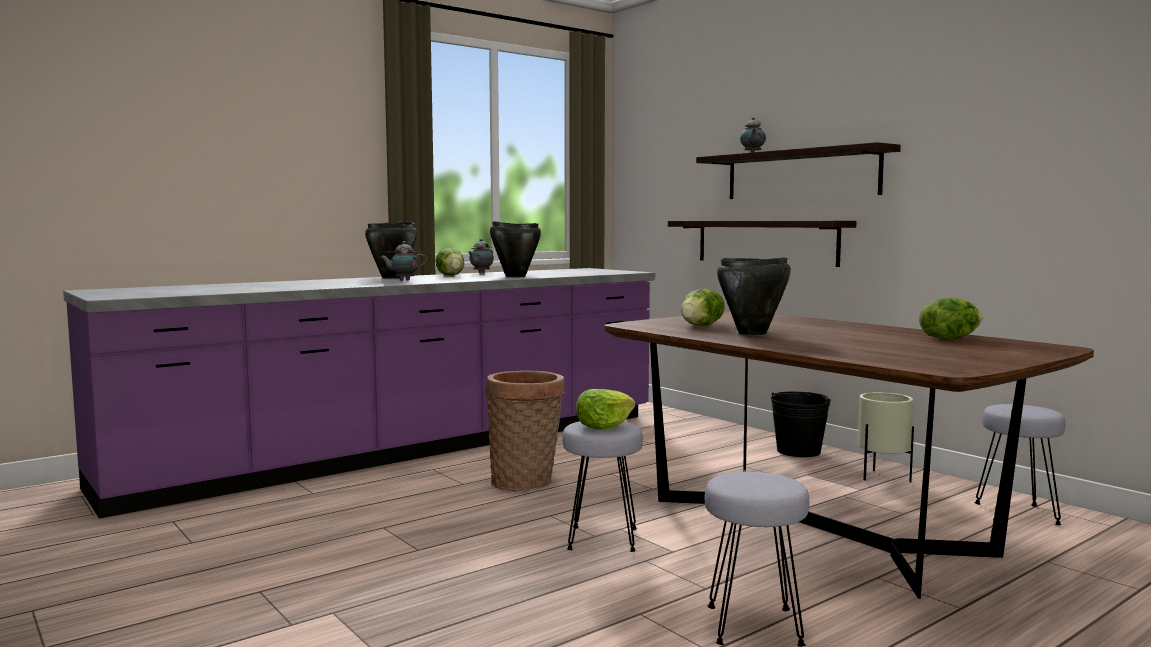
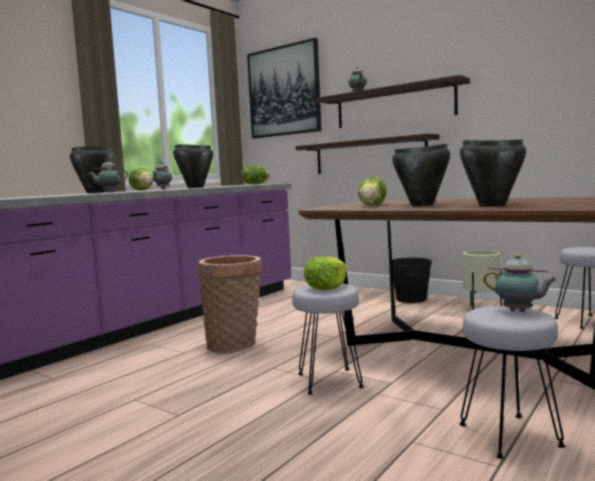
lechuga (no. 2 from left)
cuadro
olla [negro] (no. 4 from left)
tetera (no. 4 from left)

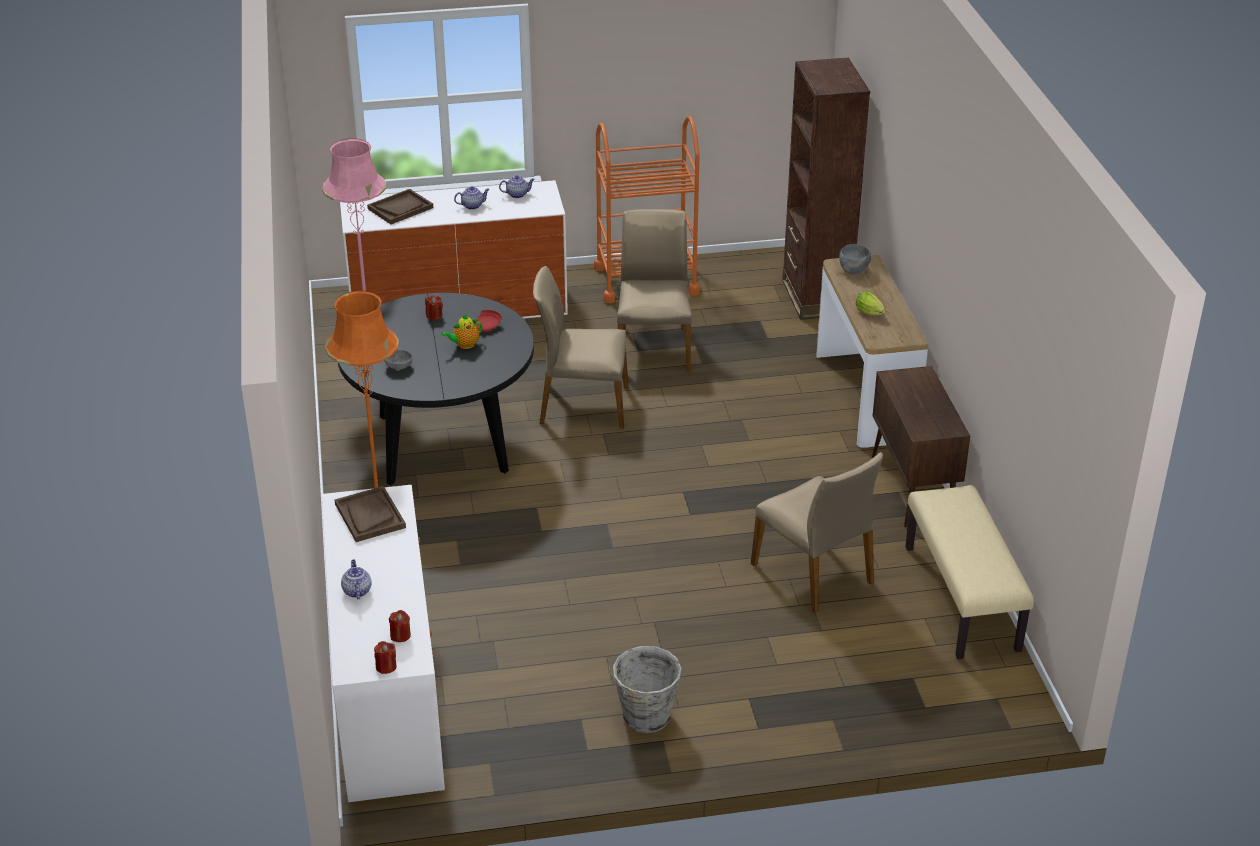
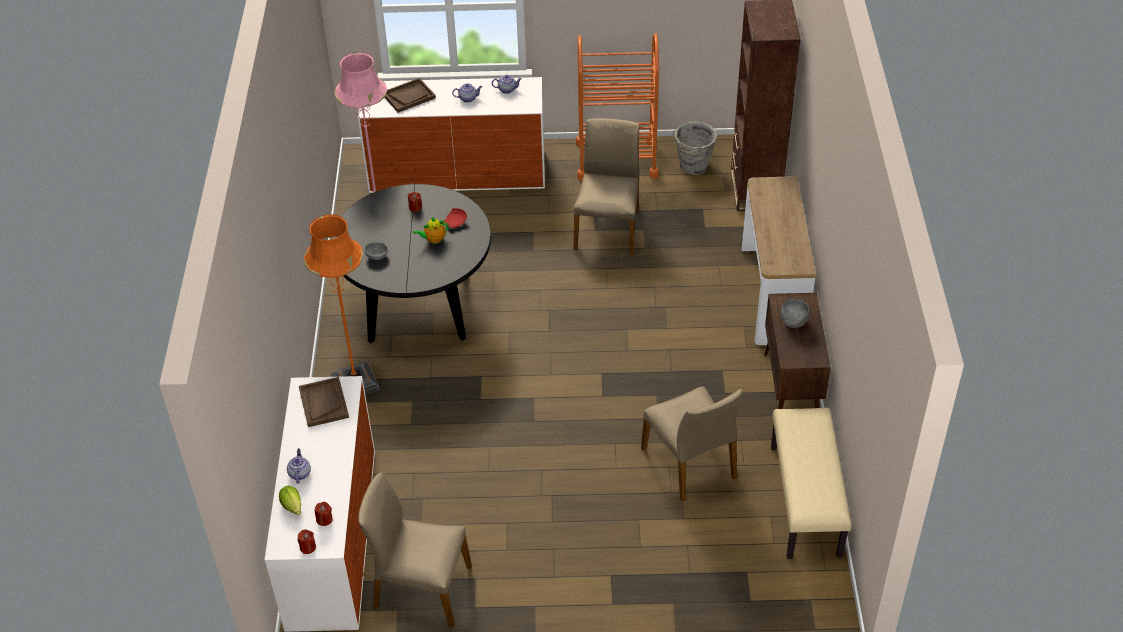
cuenco [gris] (no. 2 from left)
silla [beis] (no. 1 from left)
lechuga
cubo [gris]

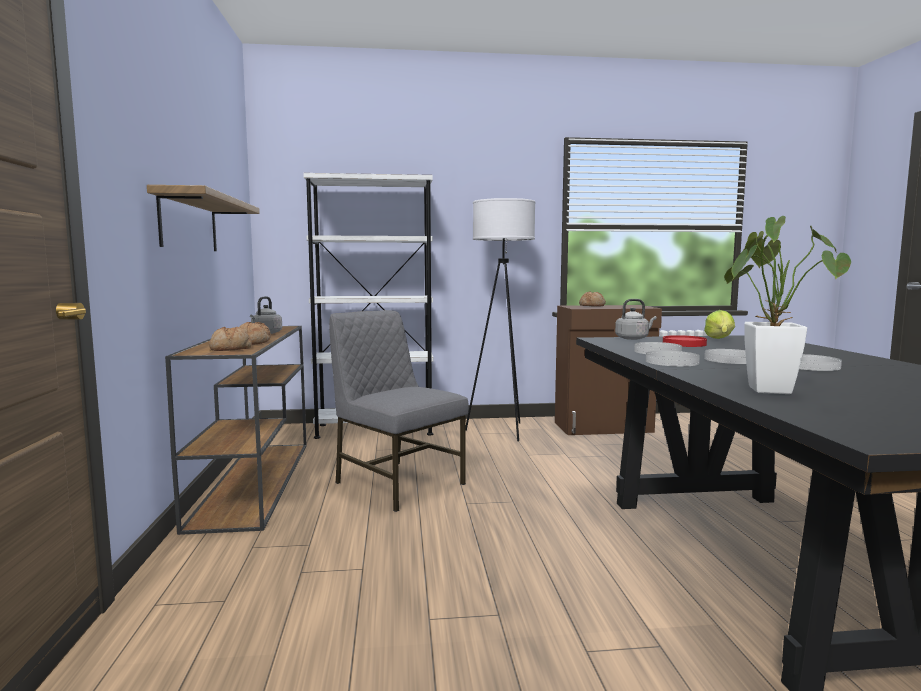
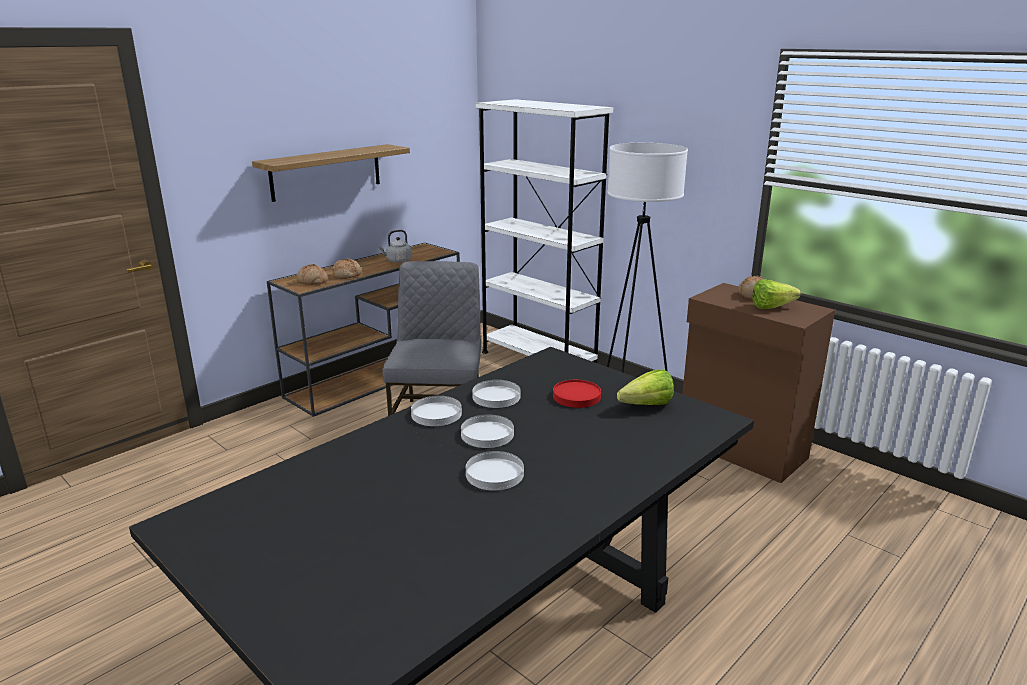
planta en maceta
hervidor [gris] (no. 2 from left in the first image)
lechuga (no. 2 from left)

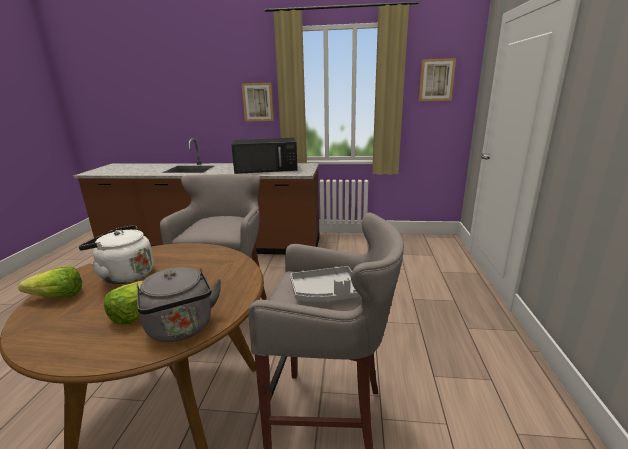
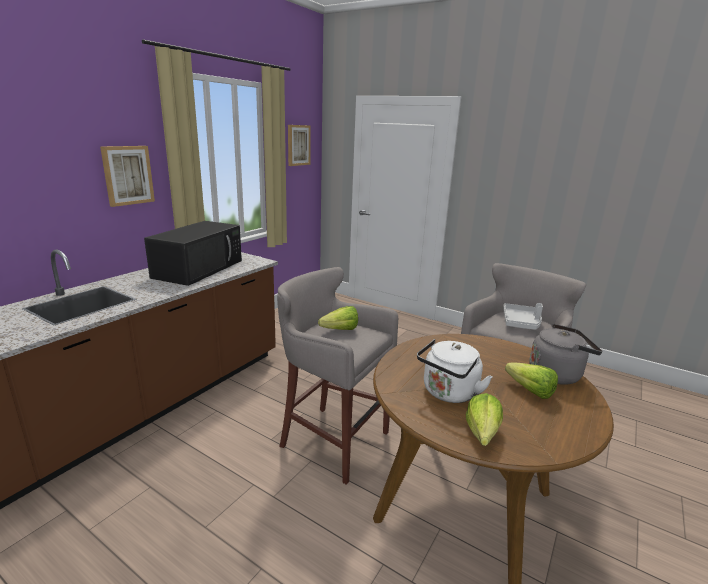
lechuga (no. 1 from left)

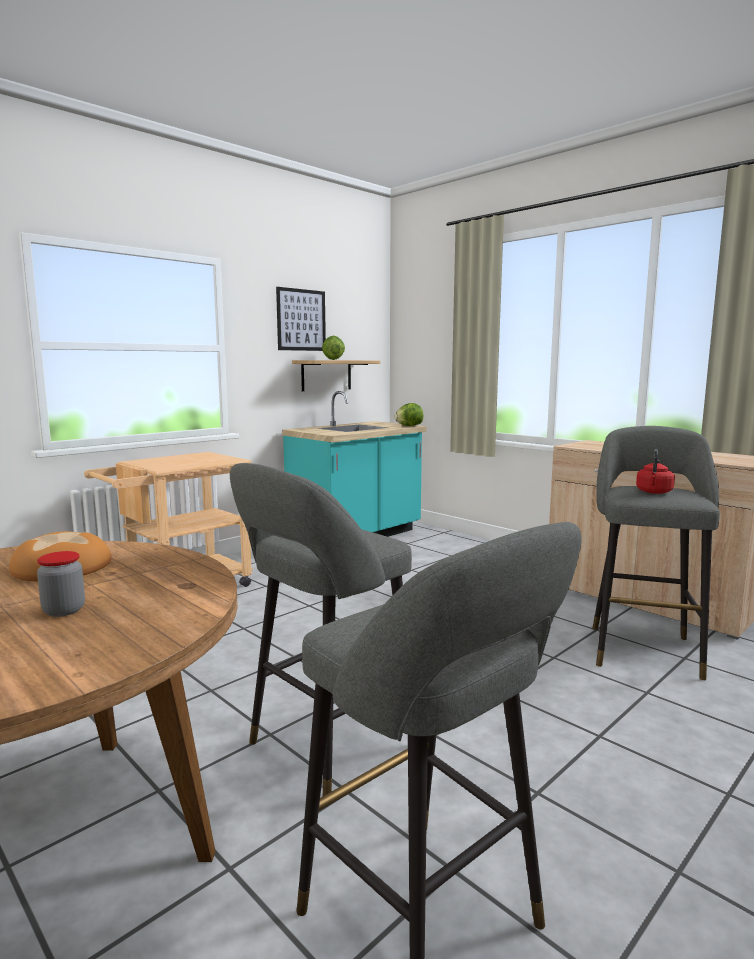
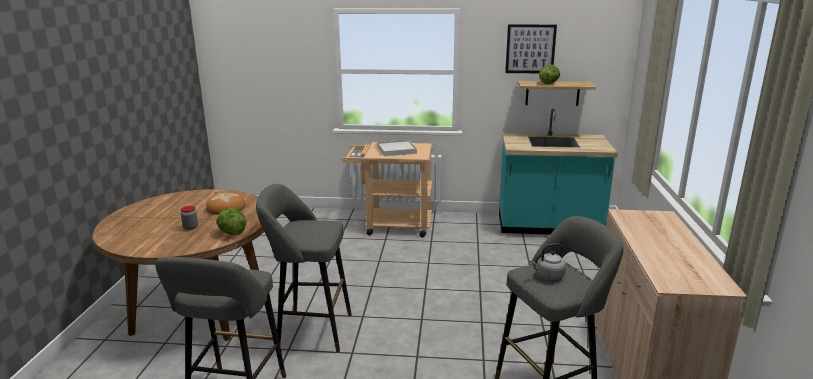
lechuga (no. 1 from left)
hervidor [gris]
bandeja [blanco]

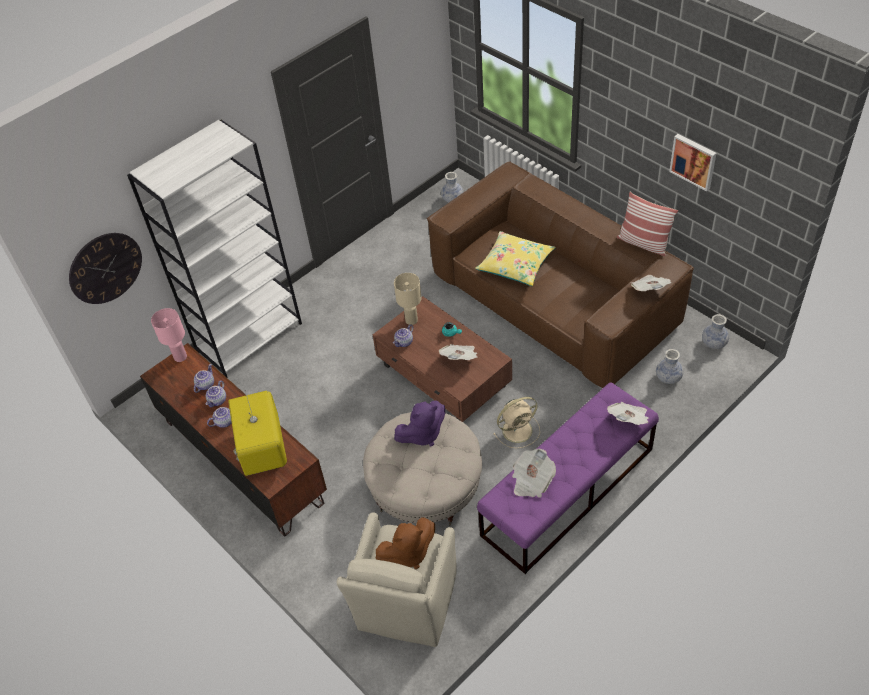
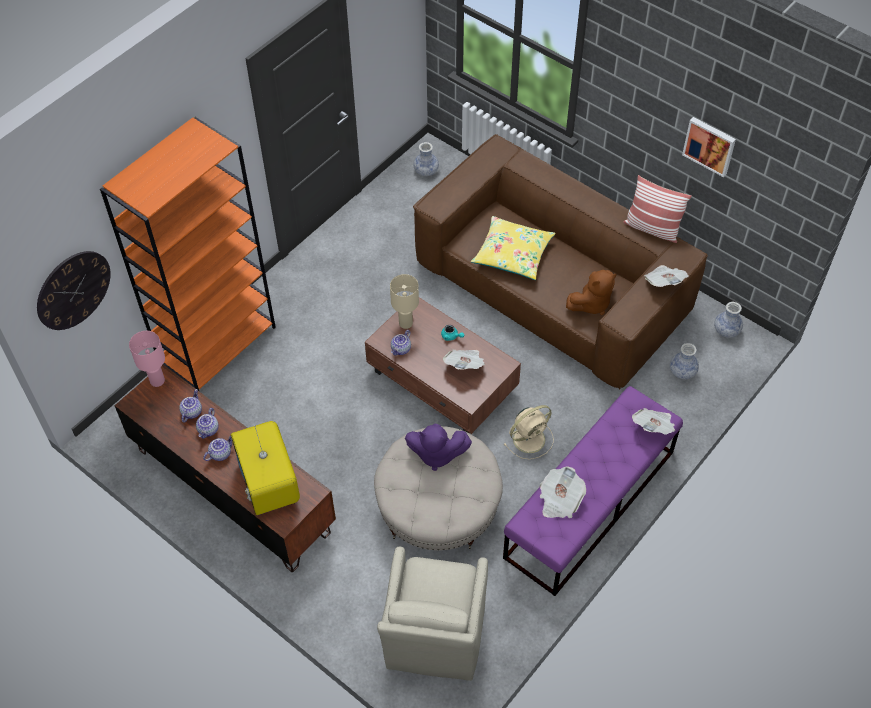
estantería [naranja]
peluche [morado]
peluche [marrón]

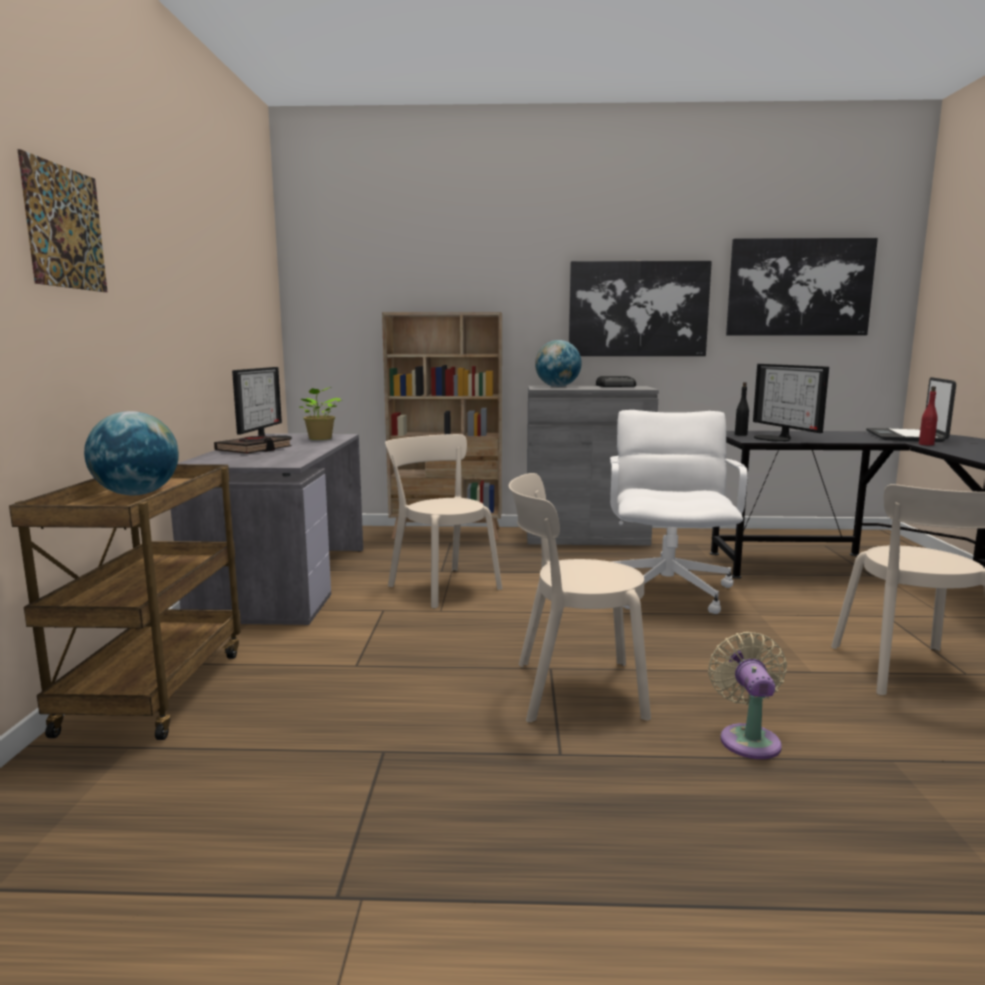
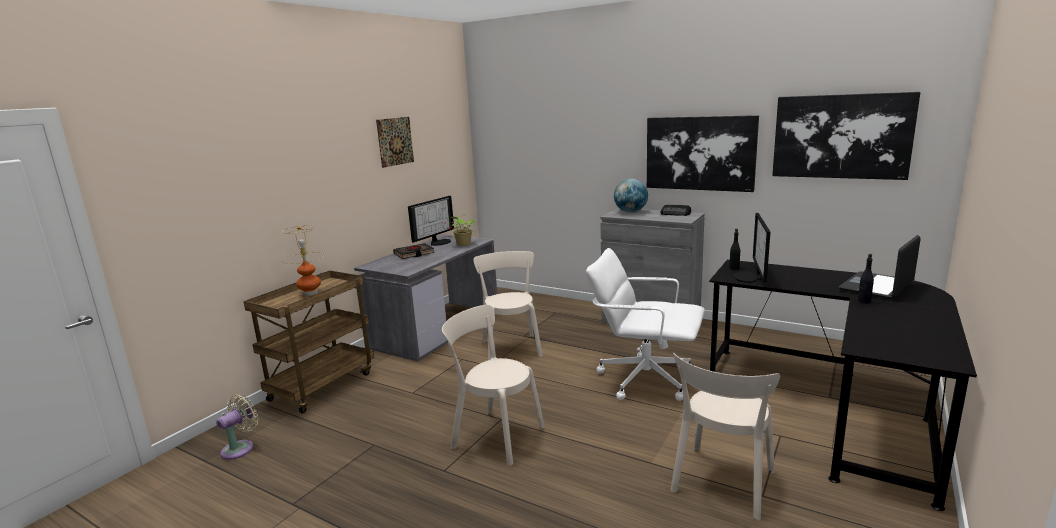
cuadro (no. 1 from left)
estantería [beis]
botella [negro] (no. 2 from left)
silla de oficina [blanco]
lámpara de mesa
ventilador [beis]

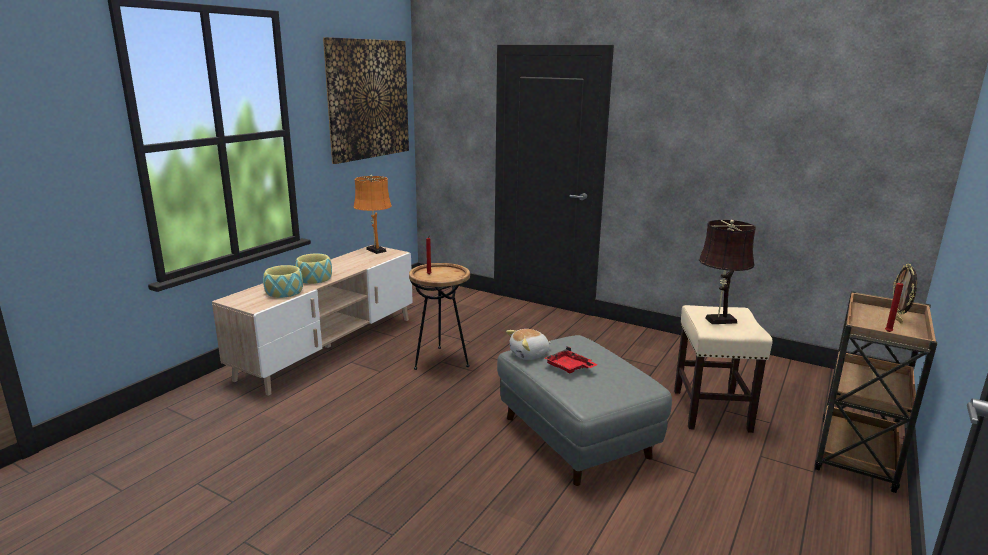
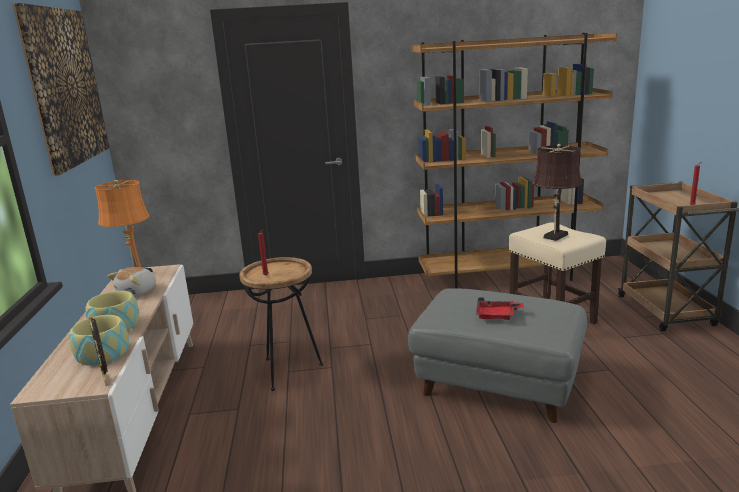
portarretratos
peluche
estantería [marrón]

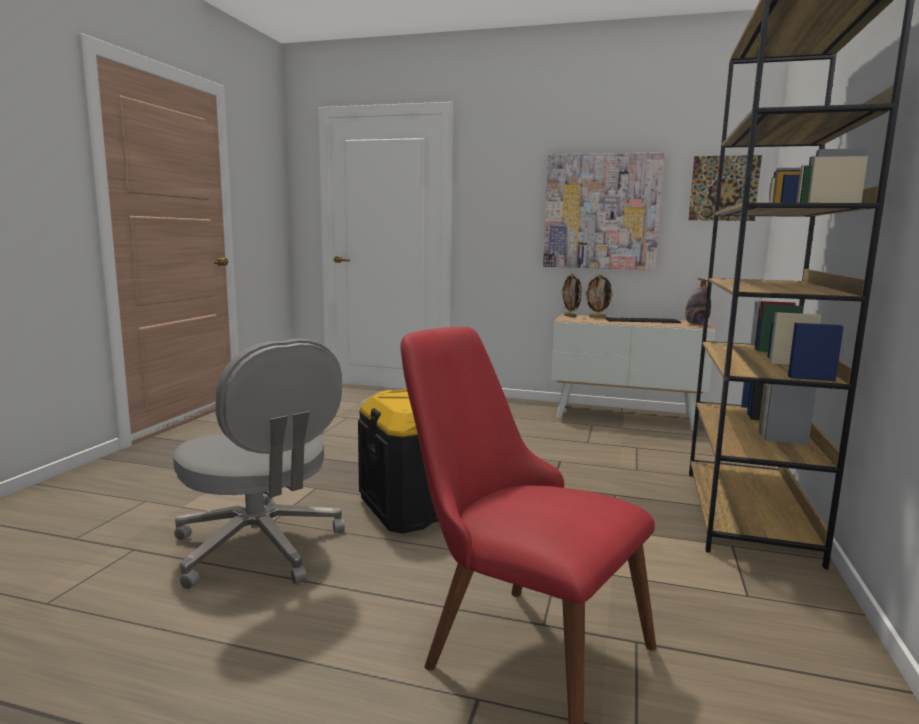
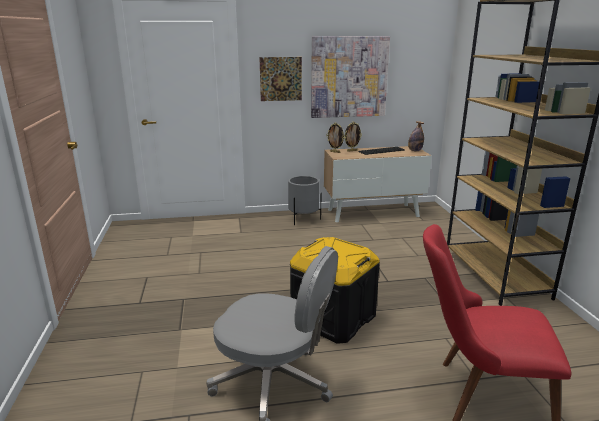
cuadro (no. 1 from left)
maceta [gris]

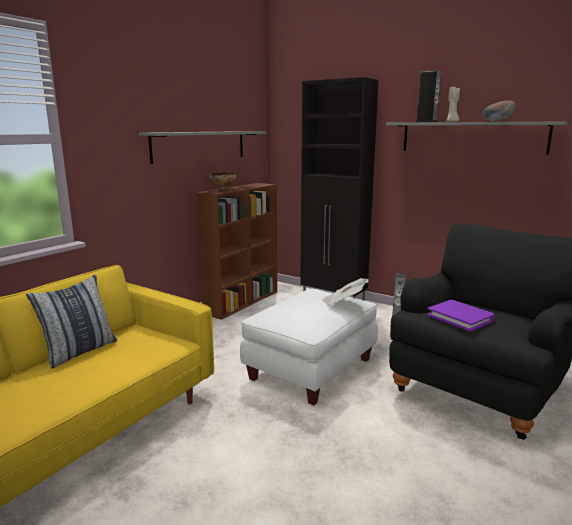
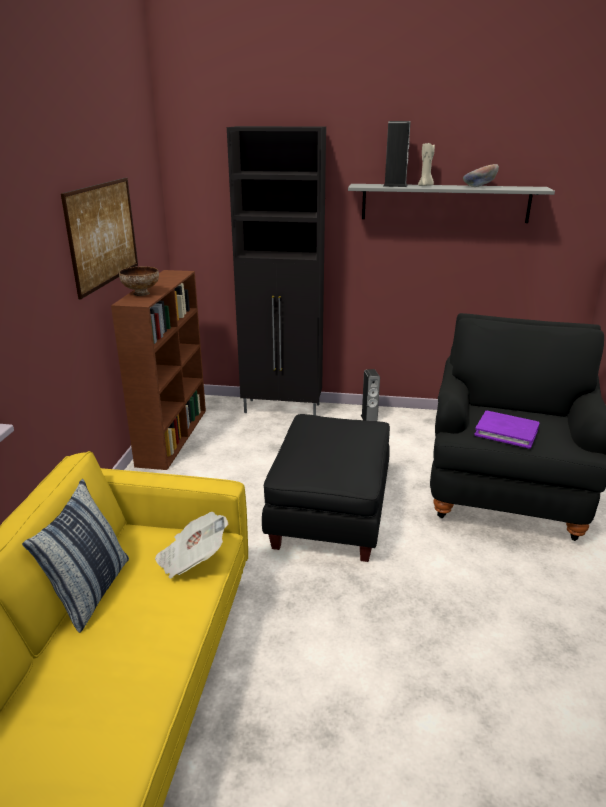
cuadro
periódico
puf [negro]

